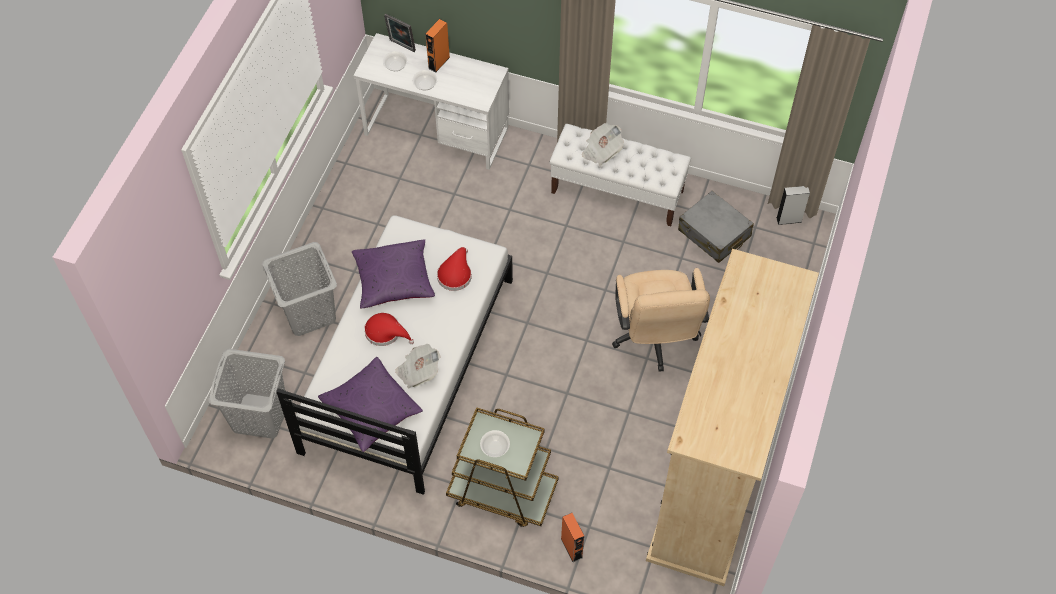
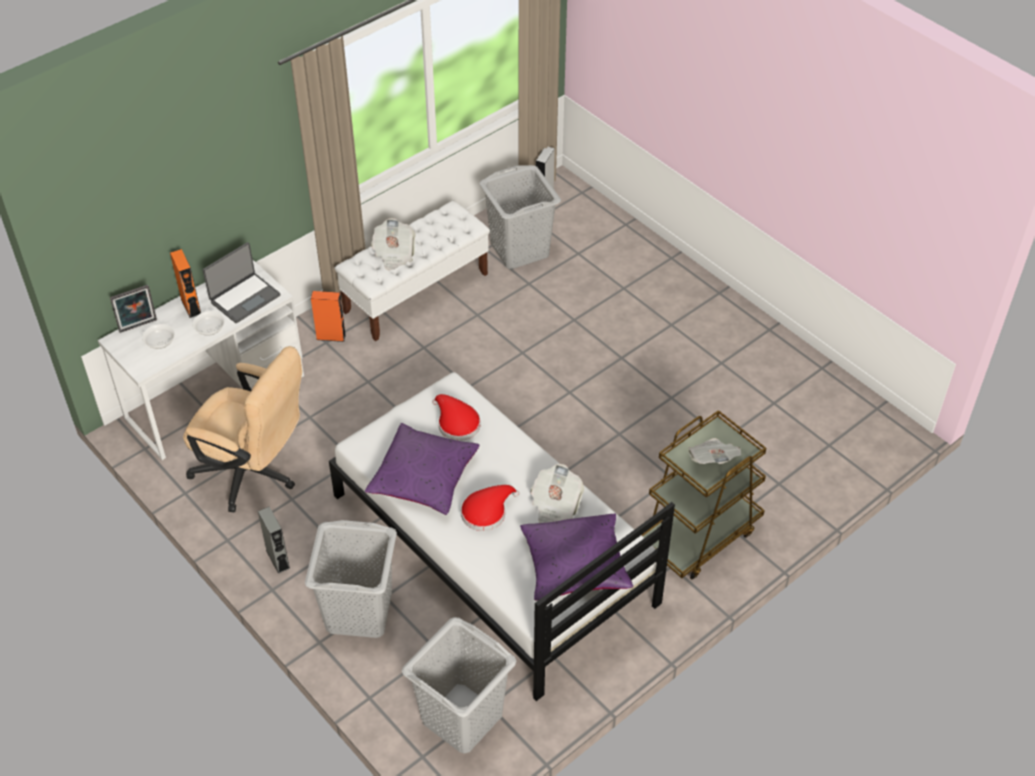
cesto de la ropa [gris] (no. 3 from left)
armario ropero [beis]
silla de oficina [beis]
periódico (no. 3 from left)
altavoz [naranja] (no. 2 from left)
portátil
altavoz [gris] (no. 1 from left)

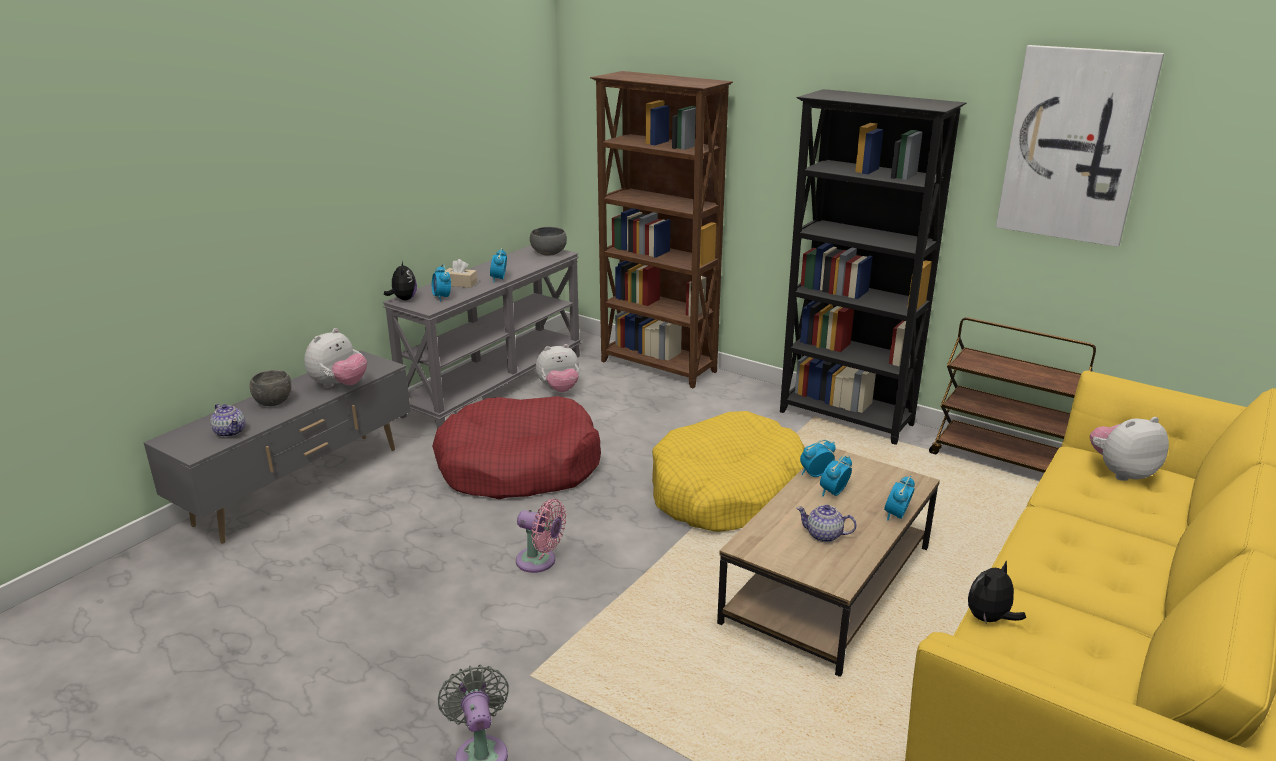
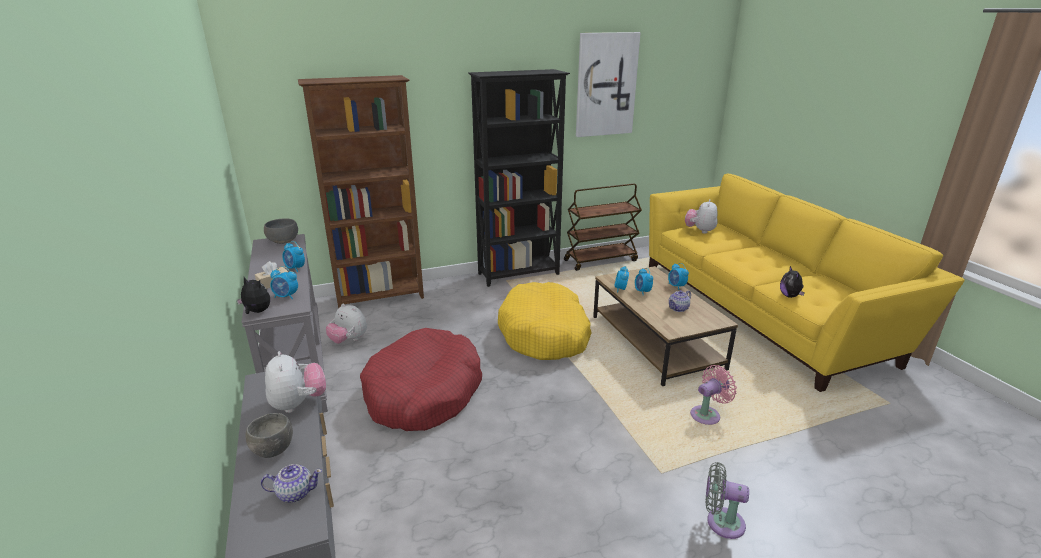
peluche (no. 3 from left)
ventilador [rosa]

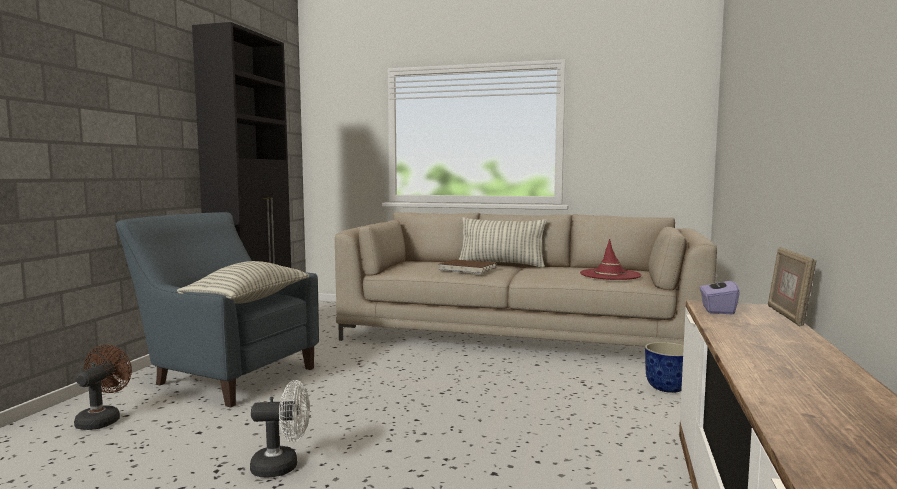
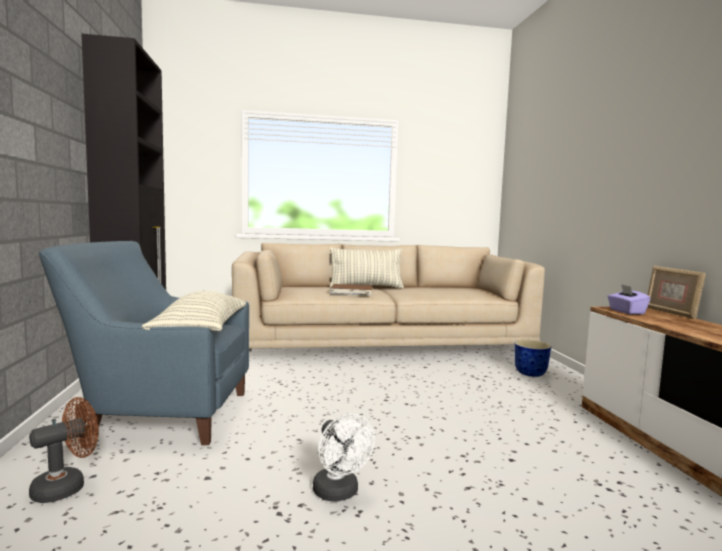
sombrero [rojo]
ventilador [marrón]
ventilador [blanco]

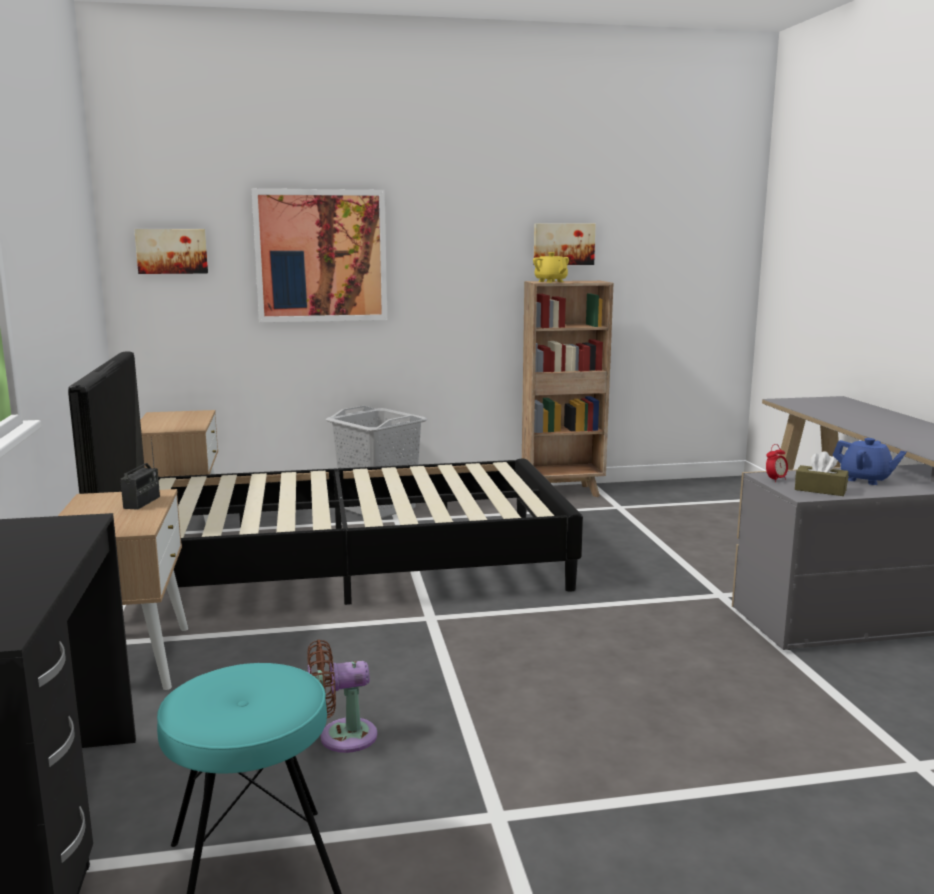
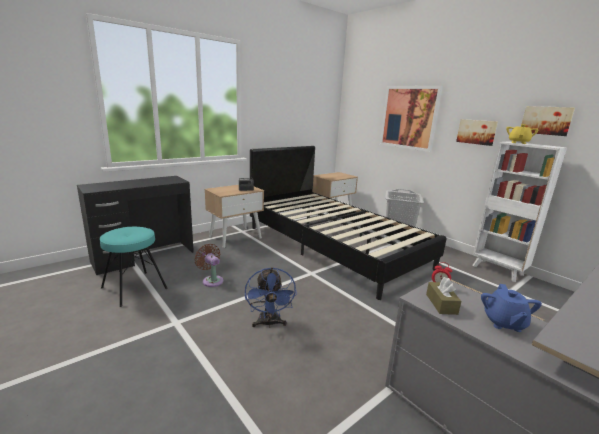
cuadro (no. 2 from left)
estantería [blanco]
ventilador [azul]

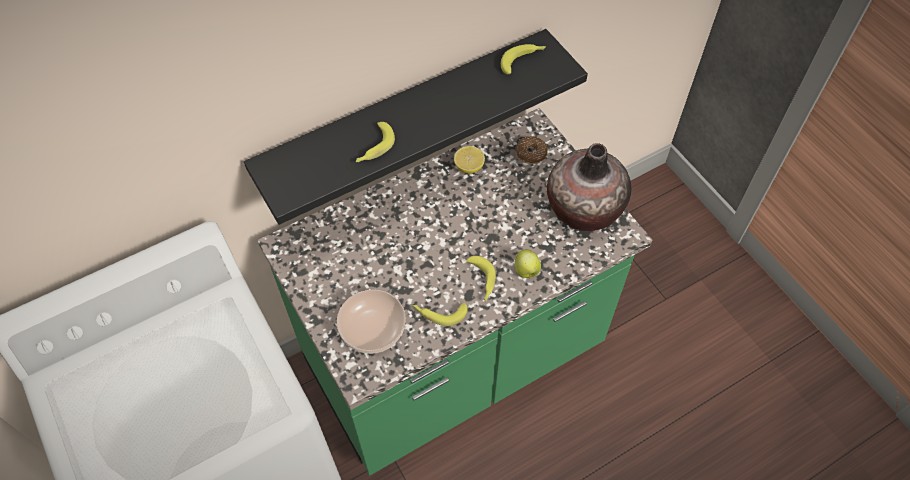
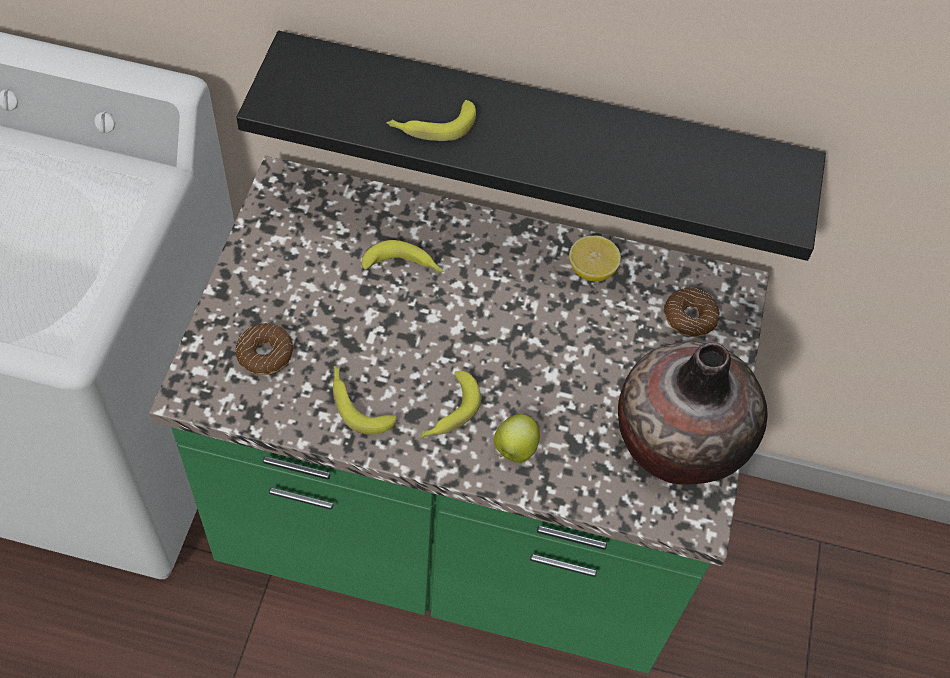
plátano (no. 2 from left)
rosquilla (no. 1 from left)

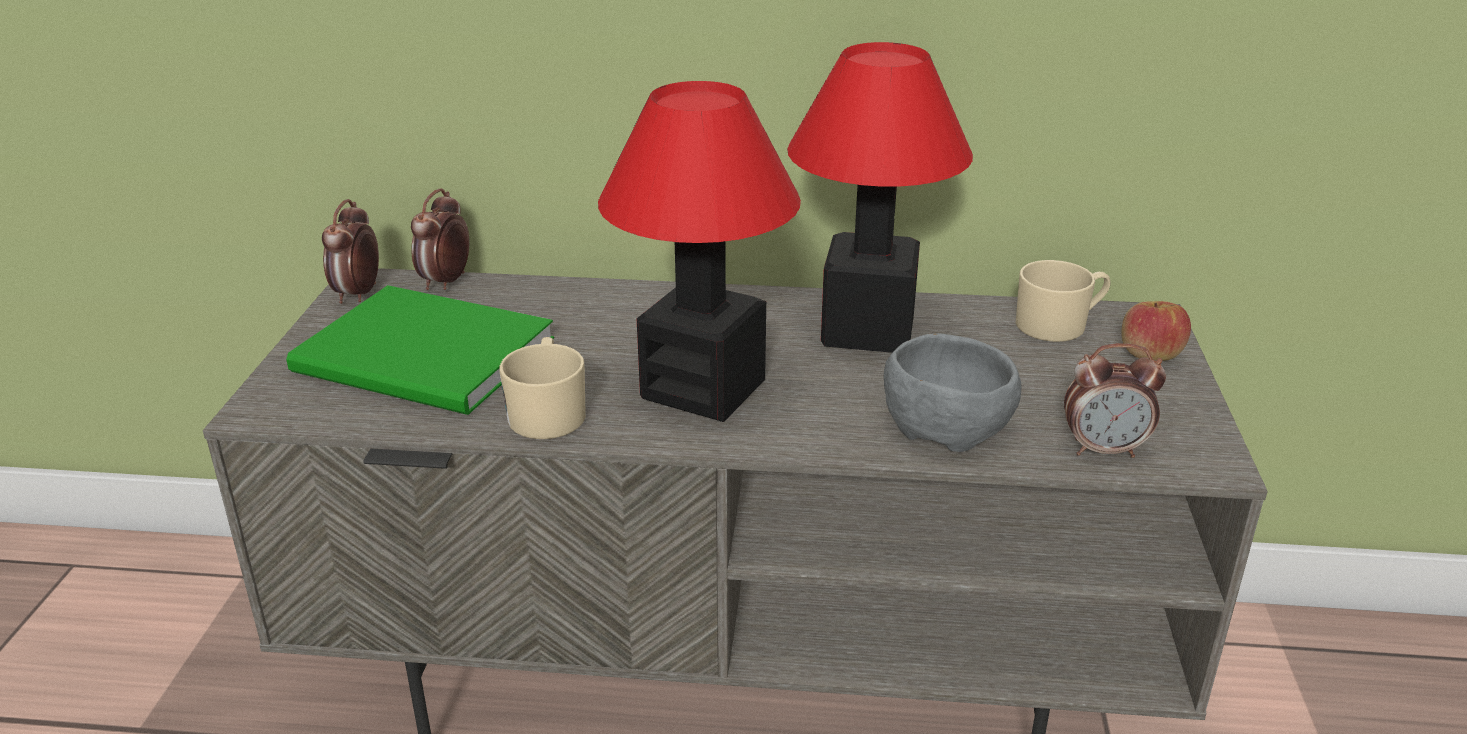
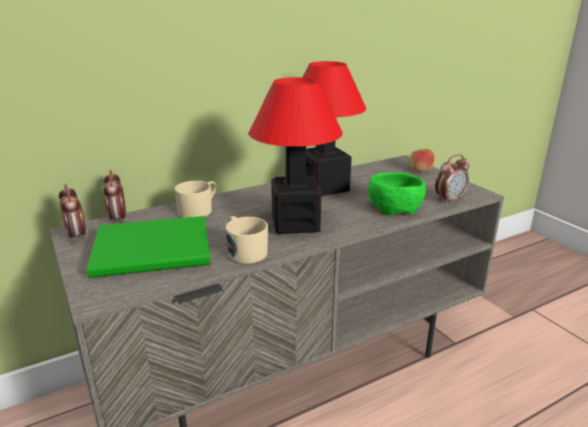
taza grande [beis] (no. 1 from left)
cuenco [verde]

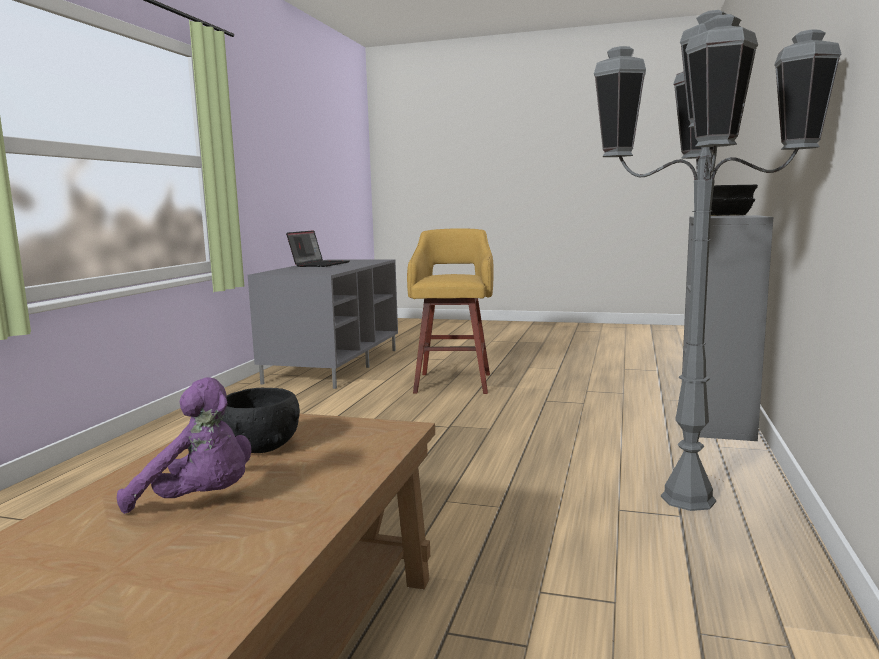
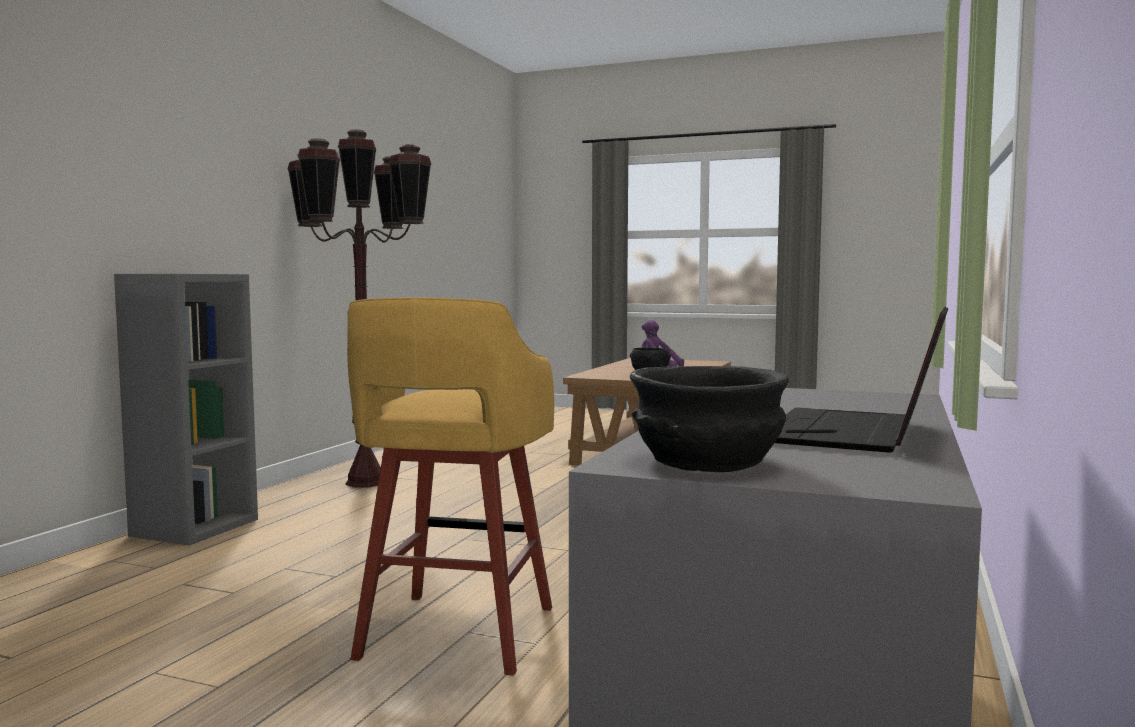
lámpara de pie [marrón]
cuenco [negro] (no. 2 from left)

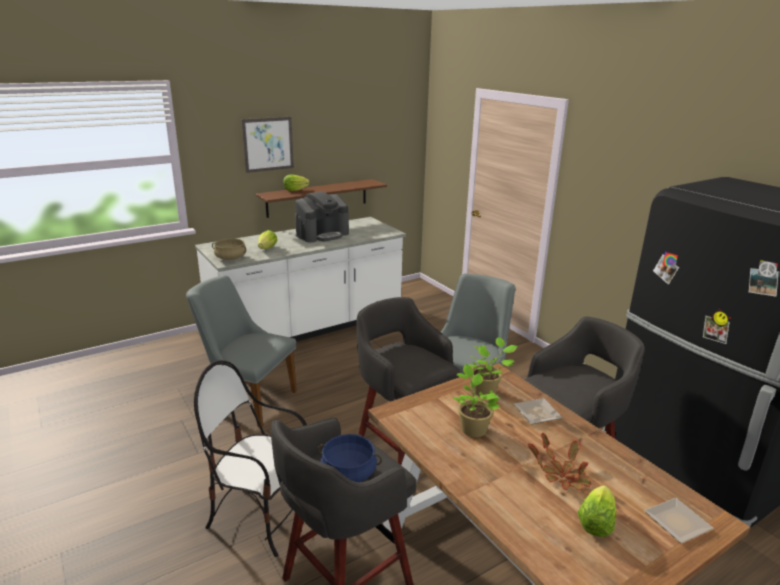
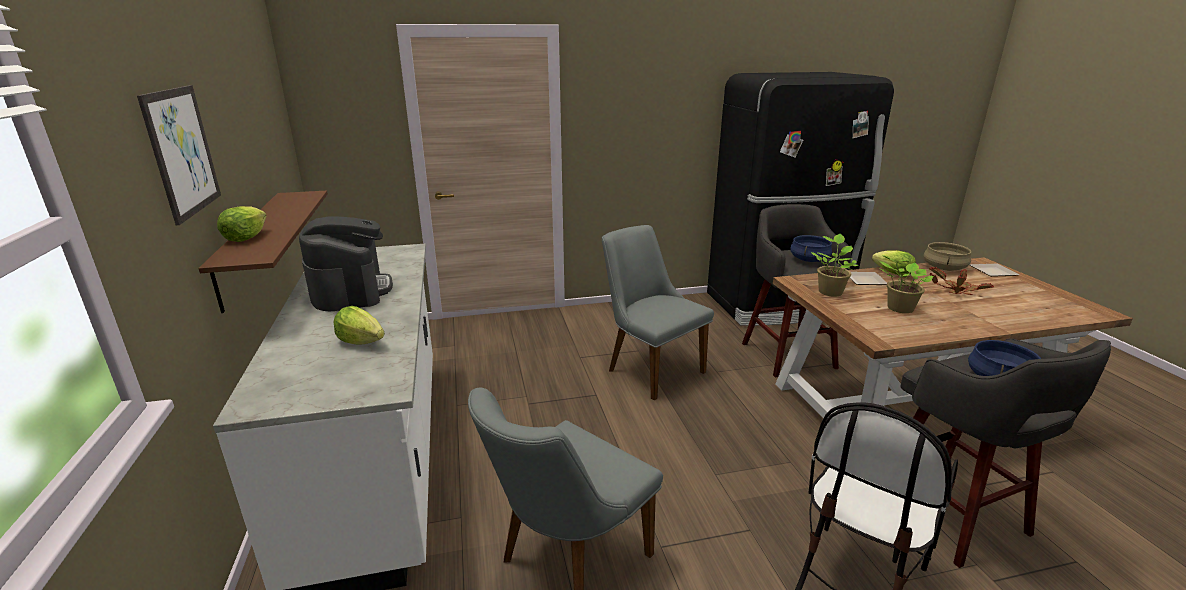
olla [beis]
taburete [gris] (no. 2 from left in the first image)
lechuga (no. 3 from left)
olla [azul] (no. 1 from left)

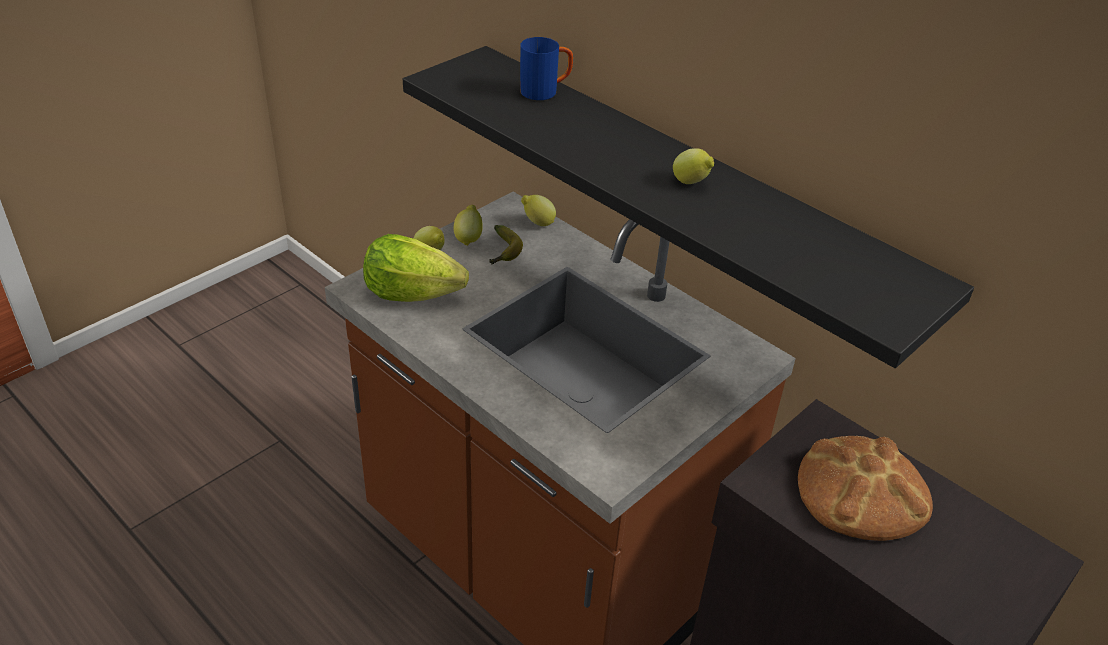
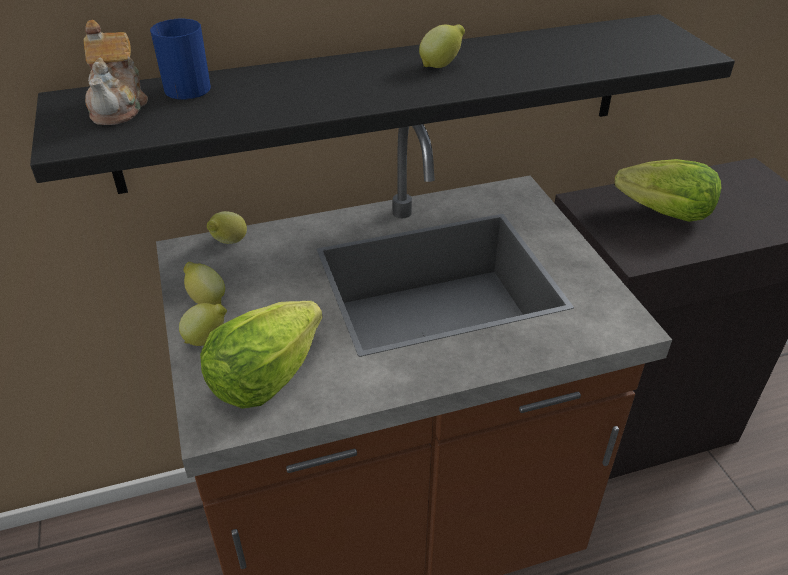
plátano
lechuga (no. 2 from left)
tetera

